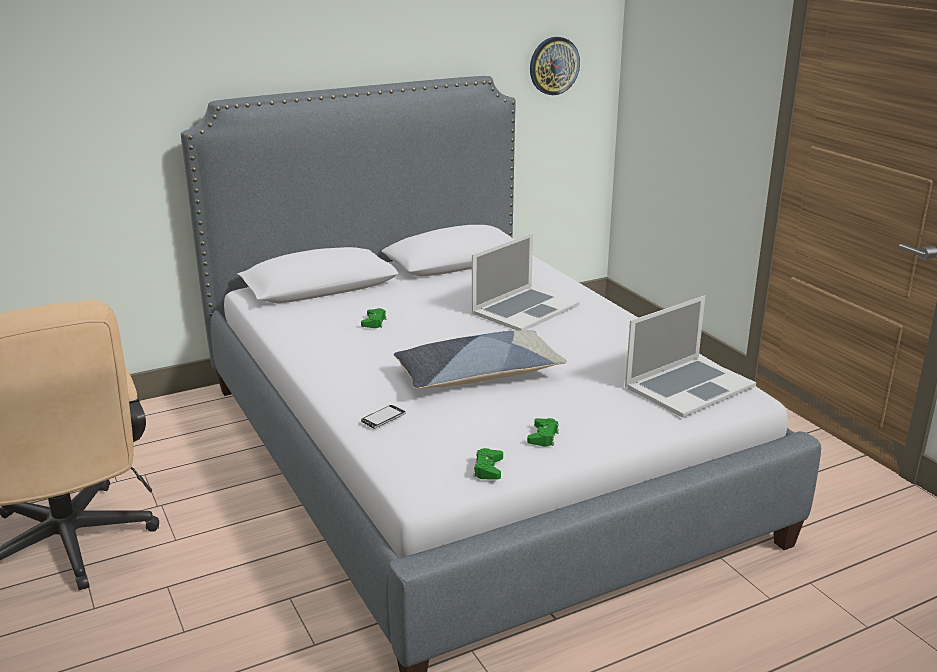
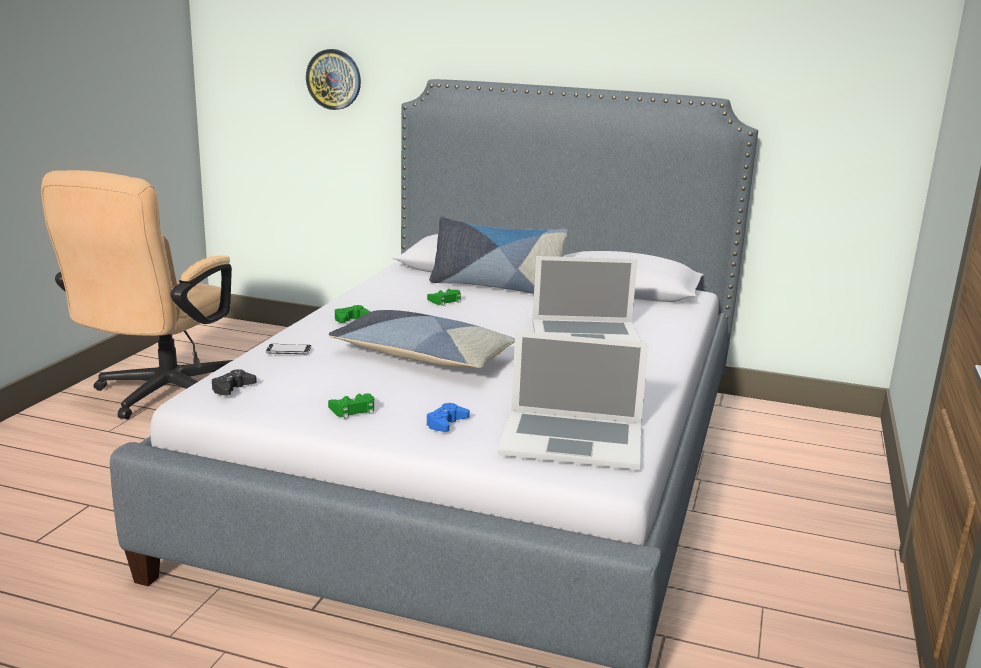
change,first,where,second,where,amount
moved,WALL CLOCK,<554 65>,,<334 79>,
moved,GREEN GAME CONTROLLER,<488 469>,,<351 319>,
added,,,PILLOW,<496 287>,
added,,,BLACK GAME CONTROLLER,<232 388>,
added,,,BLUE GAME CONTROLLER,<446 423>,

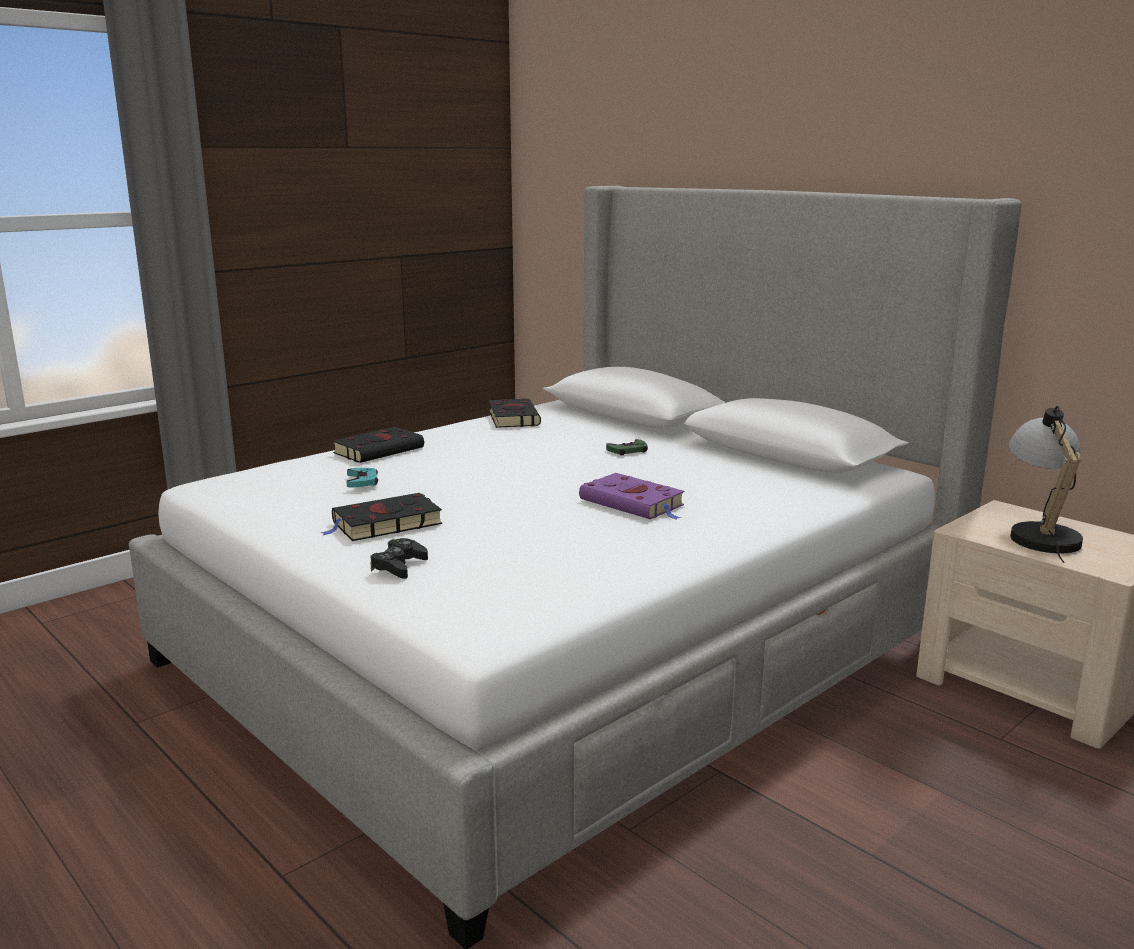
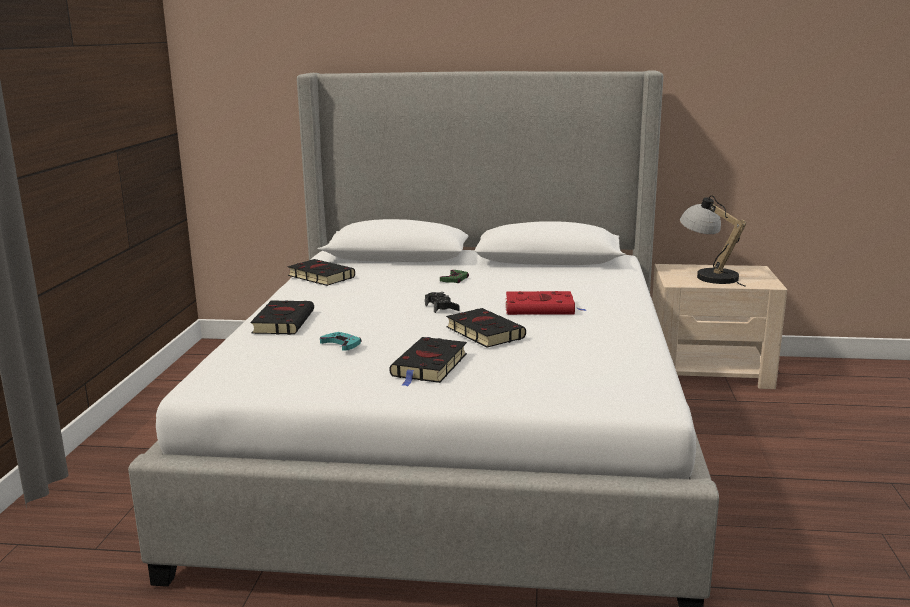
change,first,where,second,where,amount
recoloured,PURPLE BOOK,<634 503>,RED BOOK,<541 308>,
moved,BLACK GAME CONTROLLER,<399 566>,,<441 308>,
added,,,BLACK BOOK,<483 332>,

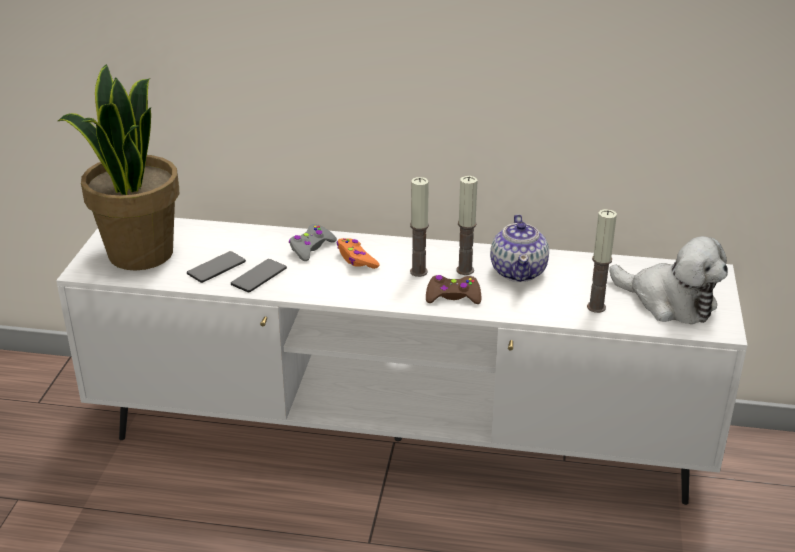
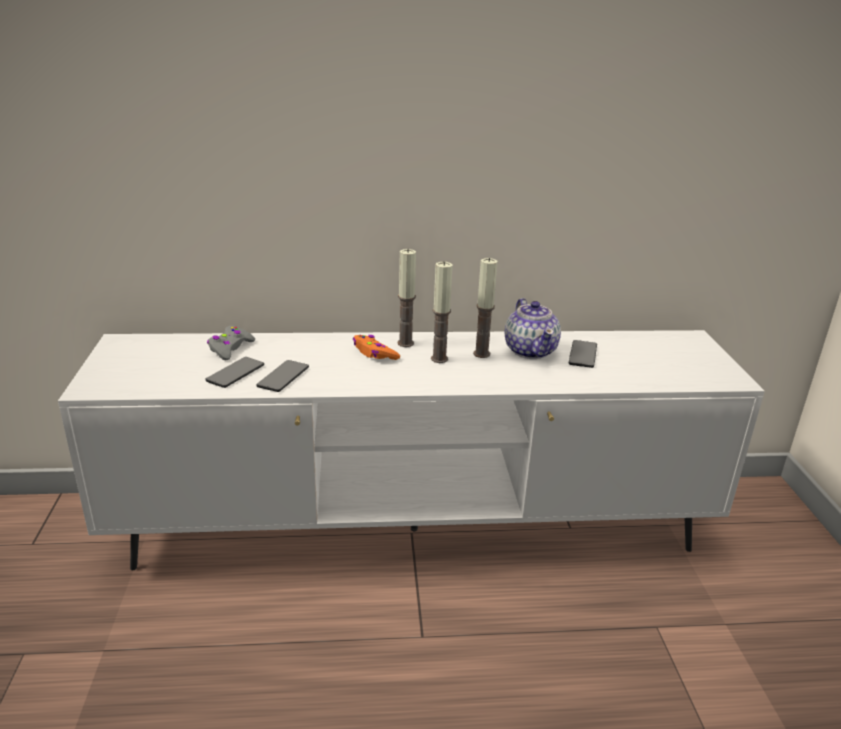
change,first,where,second,where,amount
removed,POTTED PLANT,<139 253>,,,
moved,CANDLE,<596 307>,,<405 343>,
moved,GREY GAME CONTROLLER,<311 248>,,<230 348>,
removed,PLUSH TOY,<669 302>,,,
removed,BROWN GAME CONTROLLER,<453 296>,,,
added,,,PHONE,<582 355>,

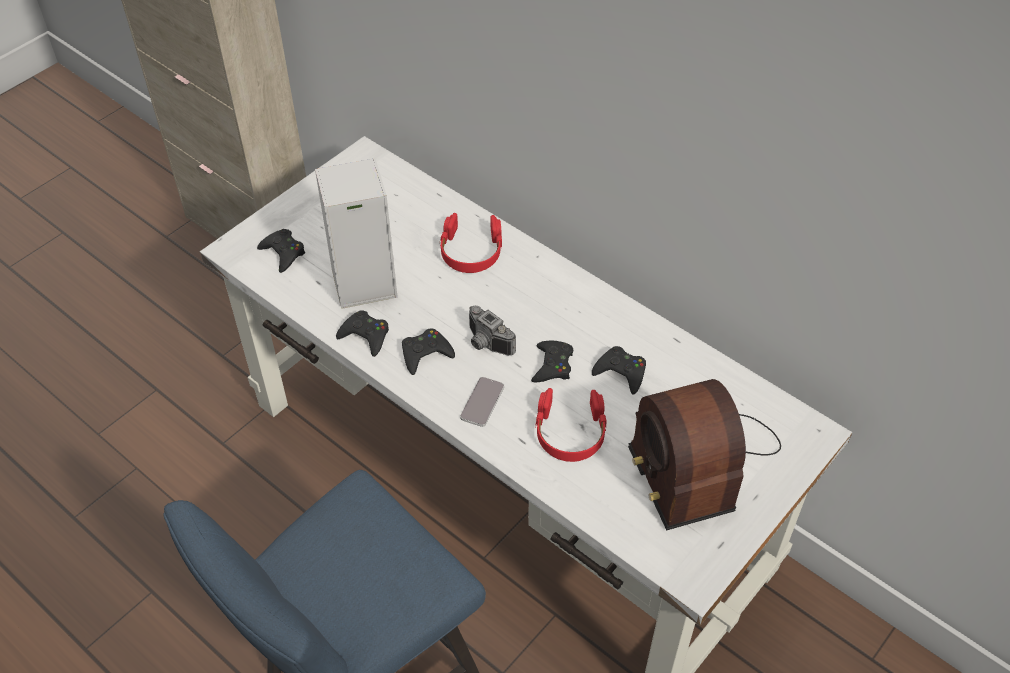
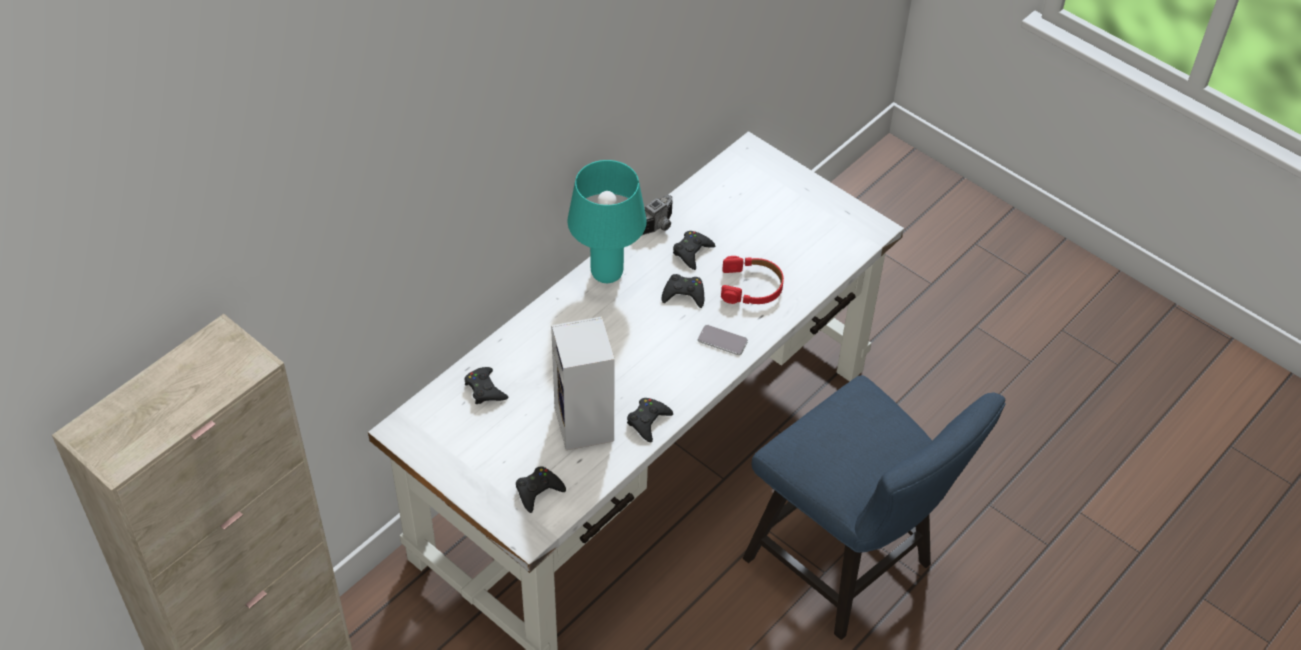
change,first,where,second,where,amount
removed,RED HEADPHONES,<471 251>,,,
moved,PHOTO CAMERA,<486 344>,,<658 226>,
moved,BLACK GAME CONTROLLER,<425 354>,,<485 389>,
removed,RADIO,<697 459>,,,
added,,,TURQUOISE TABLE LAMP,<606 273>,

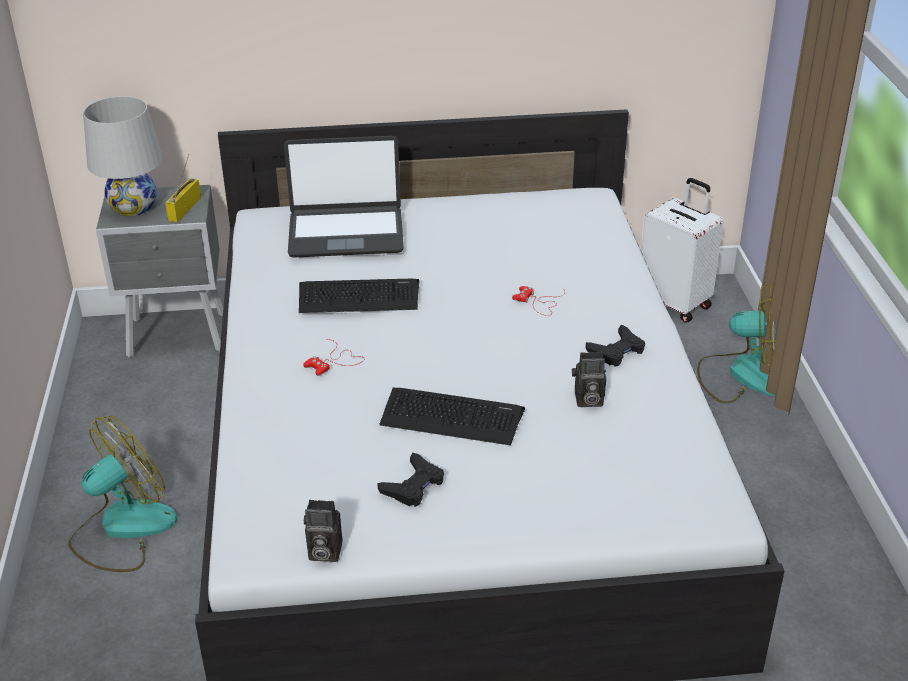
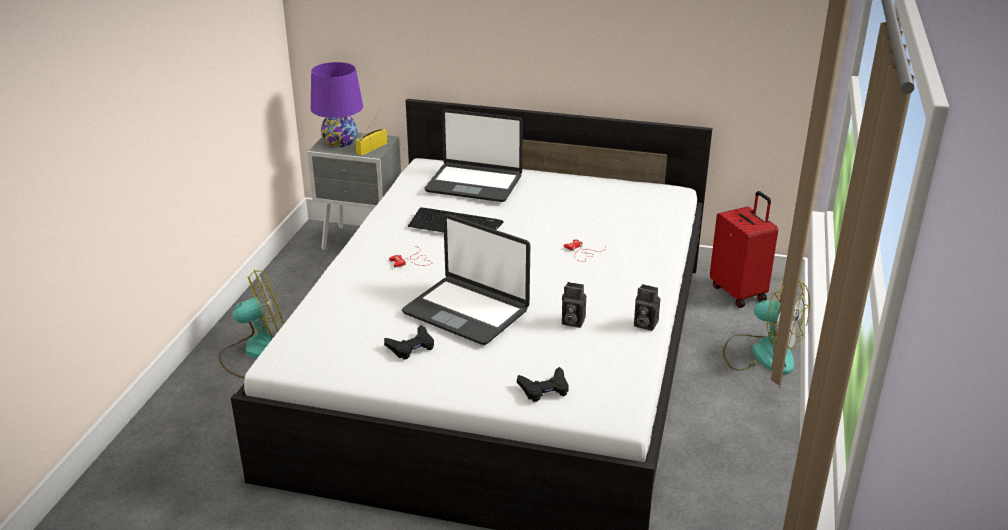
change,first,where,second,where,amount
recoloured,WHITE TABLE LAMP,<133 207>,PURPLE TABLE LAMP,<339 141>,
recoloured,WHITE SUITCASE,<675 303>,RED SUITCASE,<739 292>,
moved,BLACK GAME CONTROLLER,<617 351>,,<544 389>,
replaced,KEYBOARD,<451 417>,LAPTOP,<466 311>,
moved,PHOTO CAMERA,<323 552>,,<644 324>,

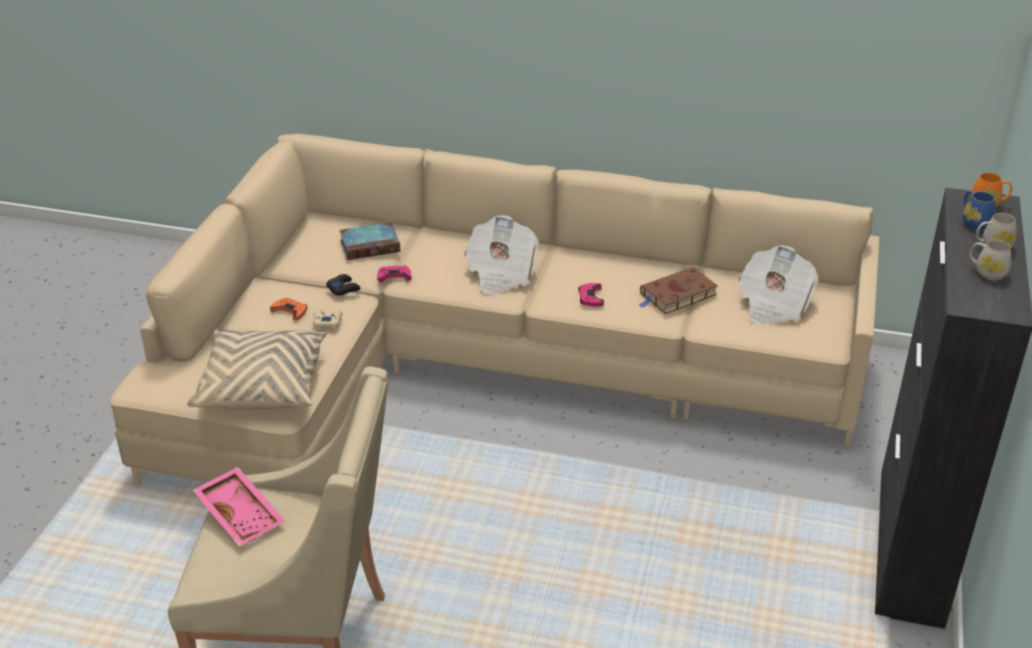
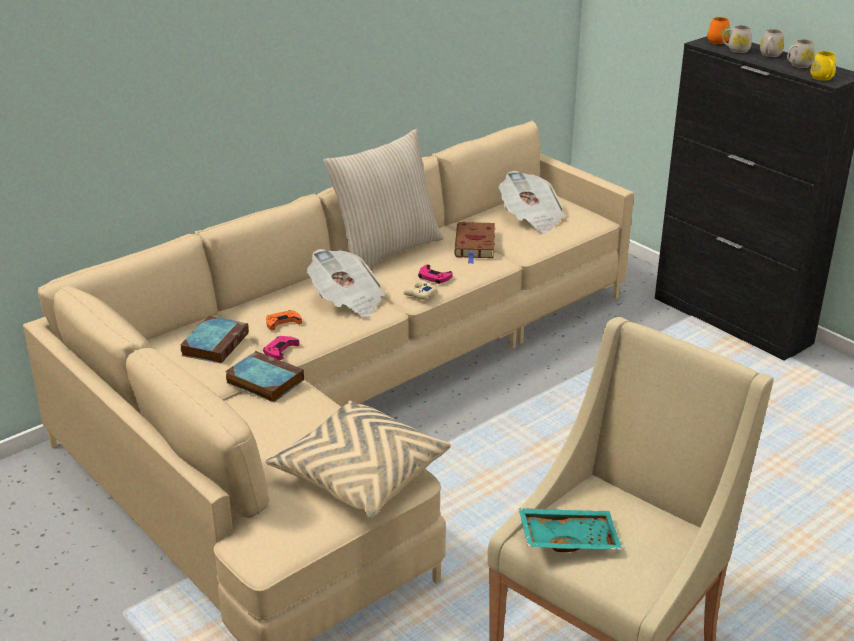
change,first,where,second,where,amount
recoloured,BLUE MUG,<974 221>,WHITE MUG,<735 50>,
replaced,BLACK GAME CONTROLLER,<343 288>,BOOK,<263 381>,
moved,ORANGE GAME CONTROLLER,<290 311>,,<283 322>,
moved,BEIGE GAME CONTROLLER,<327 321>,,<420 294>,
recoloured,PINK TRAY,<242 514>,TURQUOISE TRAY,<568 538>,
added,,,YELLOW MUG,<823 78>,
added,,,BEIGE PILLOW,<386 249>,

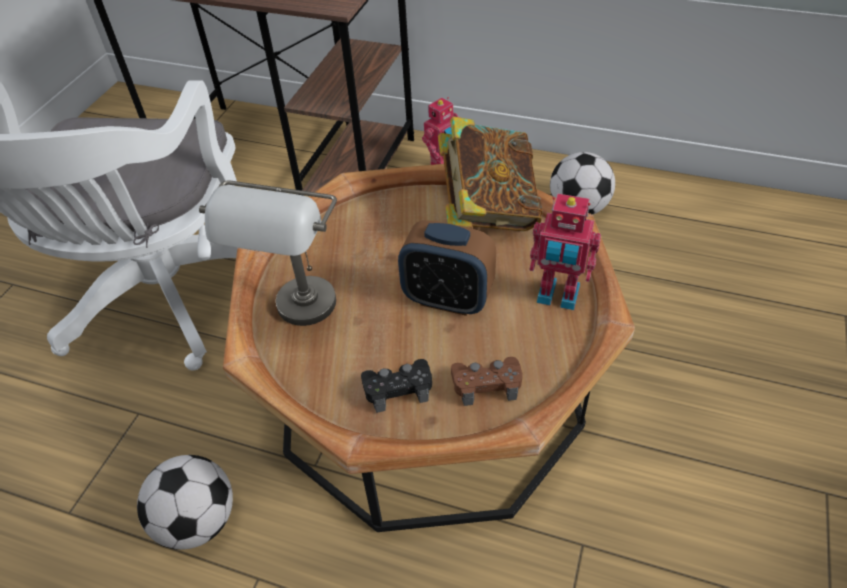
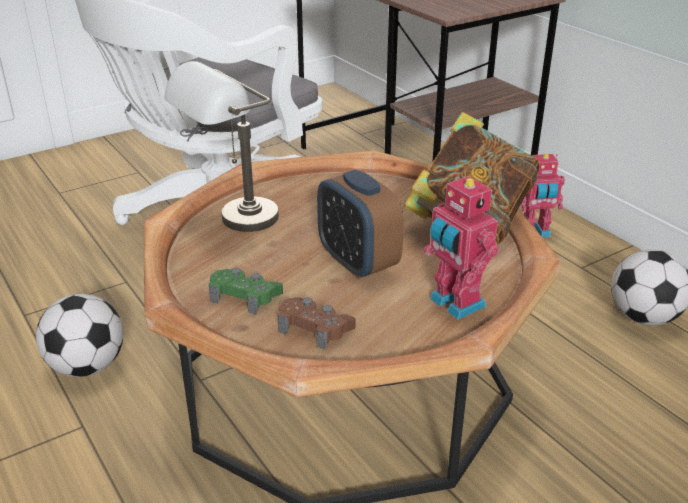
change,first,where,second,where,amount
recoloured,BLACK GAME CONTROLLER,<398 388>,GREEN GAME CONTROLLER,<245 296>,

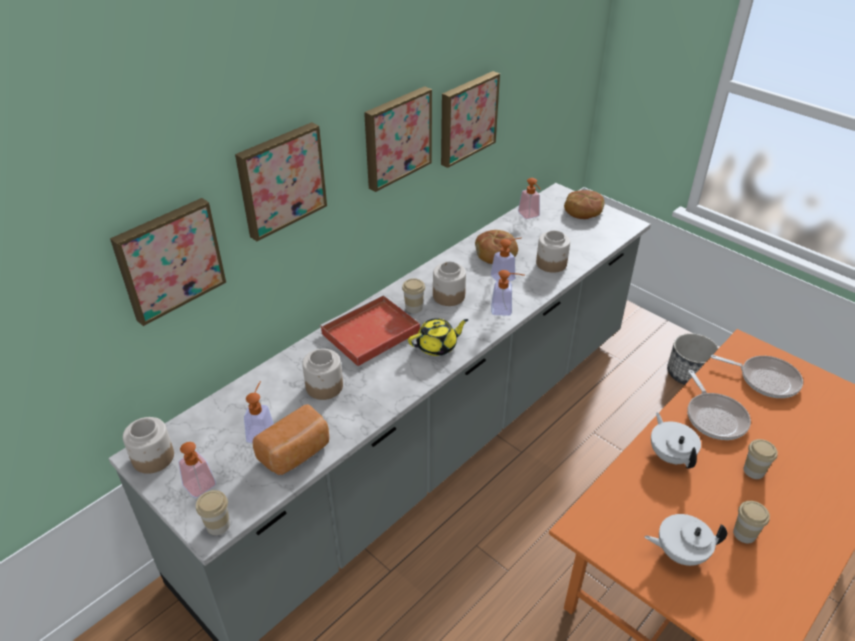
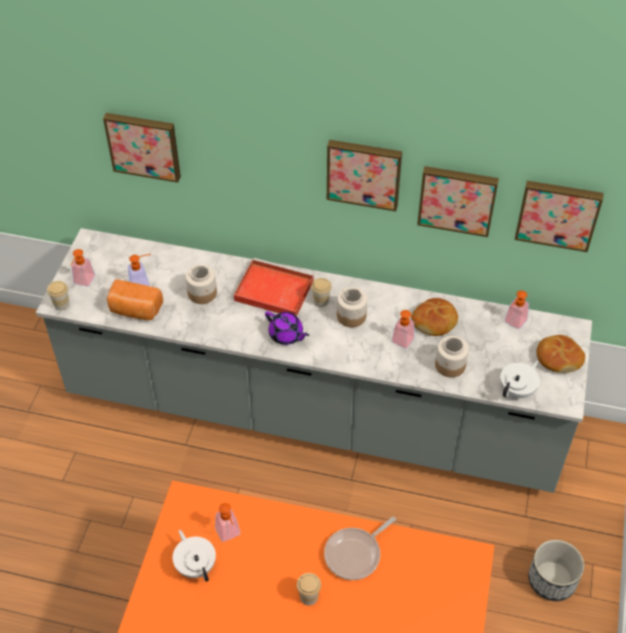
change,first,where,second,where,amount
moved,PICTURE,<280 179>,,<558 213>,
moved,SOAP DISPENSER,<506 310>,,<229 534>,
recoloured,YELLOW TEAPOT,<437 346>,PURPLE TEAPOT,<286 335>,
removed,FRYING PAN,<765 379>,,,
moved,WHITE TEAPOT,<670 455>,,<517 390>,
removed,JAR,<152 458>,,,
removed,CUP,<744 534>,,,

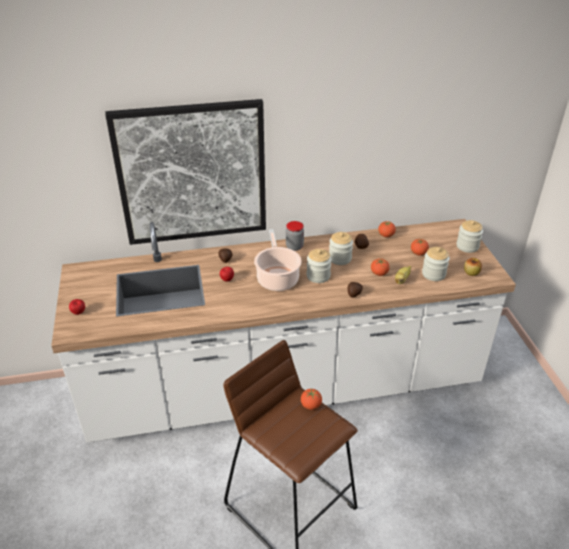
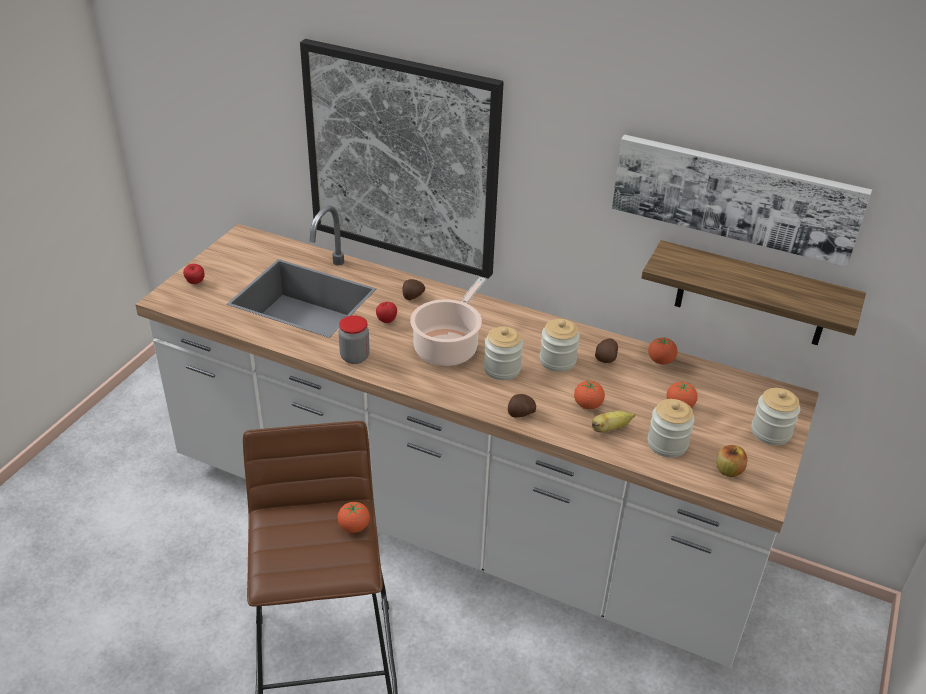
change,first,where,second,where,amount
moved,JAR,<294 247>,,<355 357>,
added,,,PICTURE,<735 196>,
added,,,SHELF,<752 295>,

